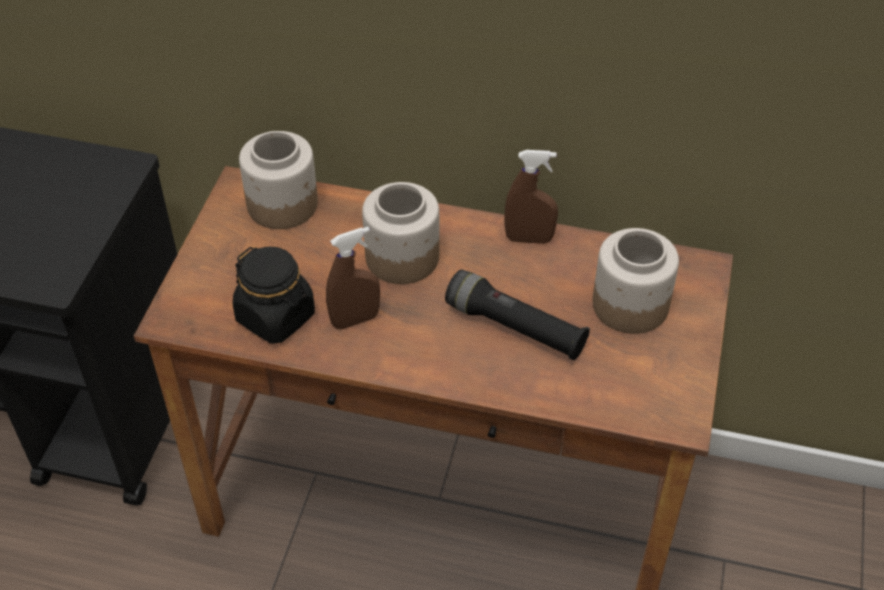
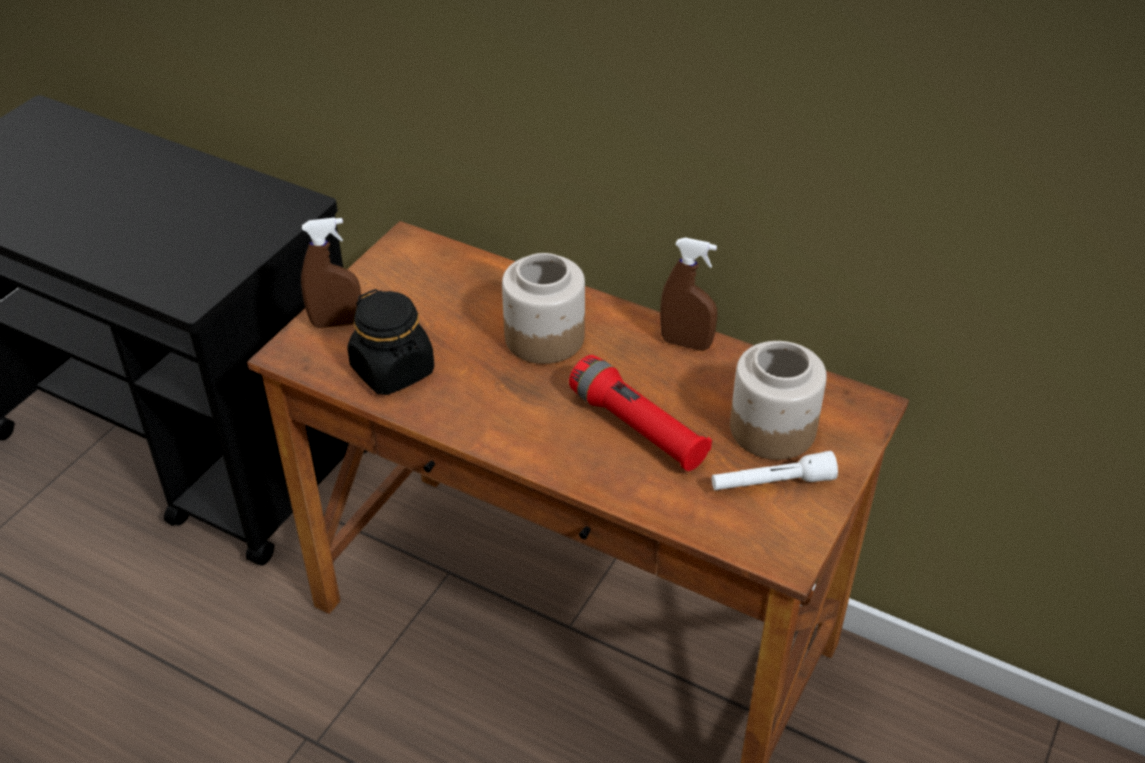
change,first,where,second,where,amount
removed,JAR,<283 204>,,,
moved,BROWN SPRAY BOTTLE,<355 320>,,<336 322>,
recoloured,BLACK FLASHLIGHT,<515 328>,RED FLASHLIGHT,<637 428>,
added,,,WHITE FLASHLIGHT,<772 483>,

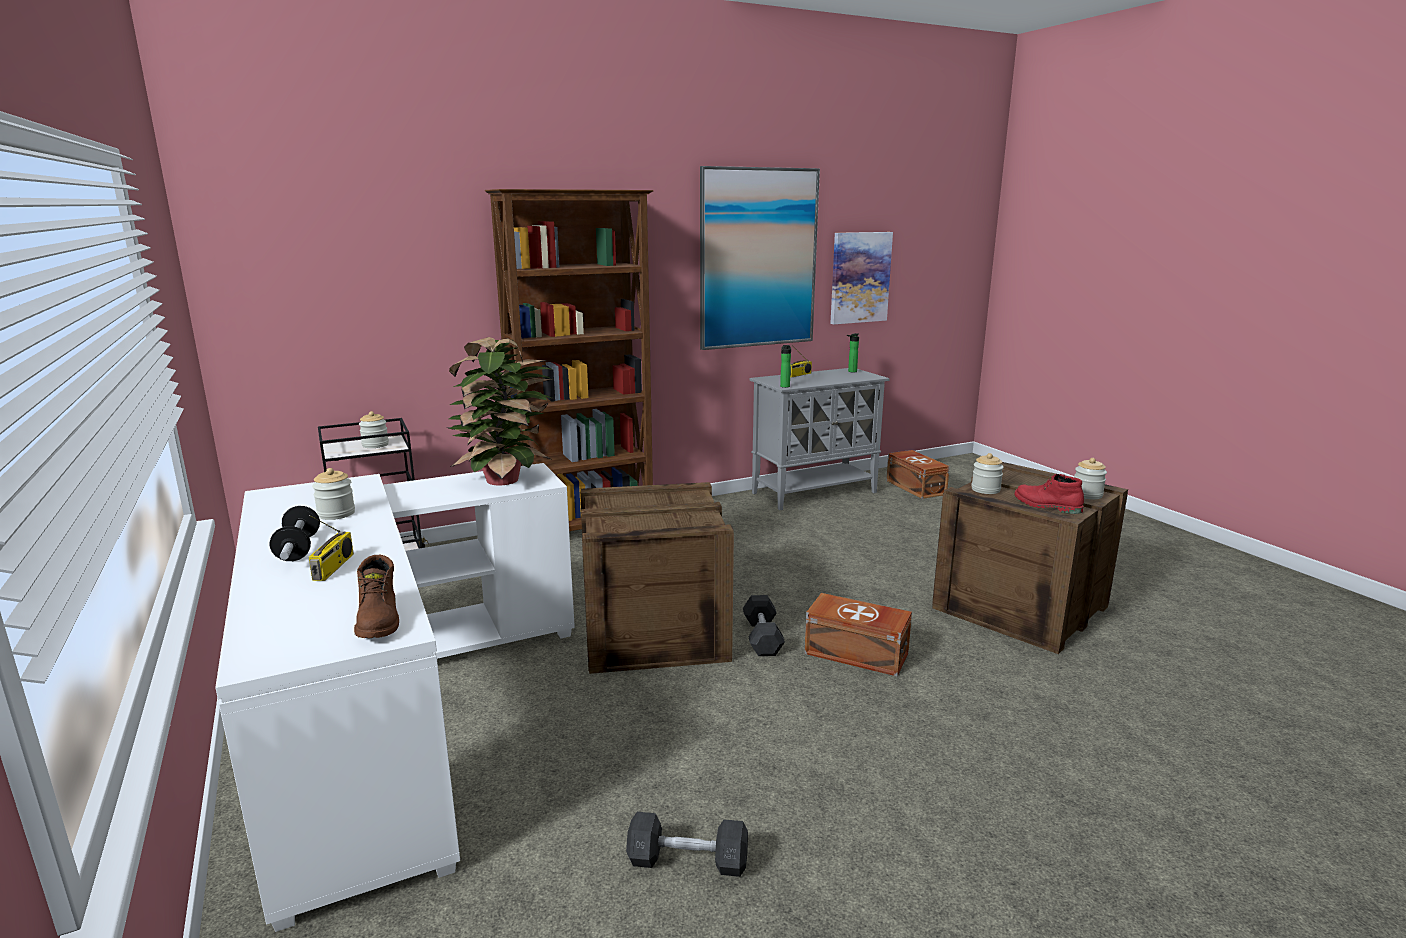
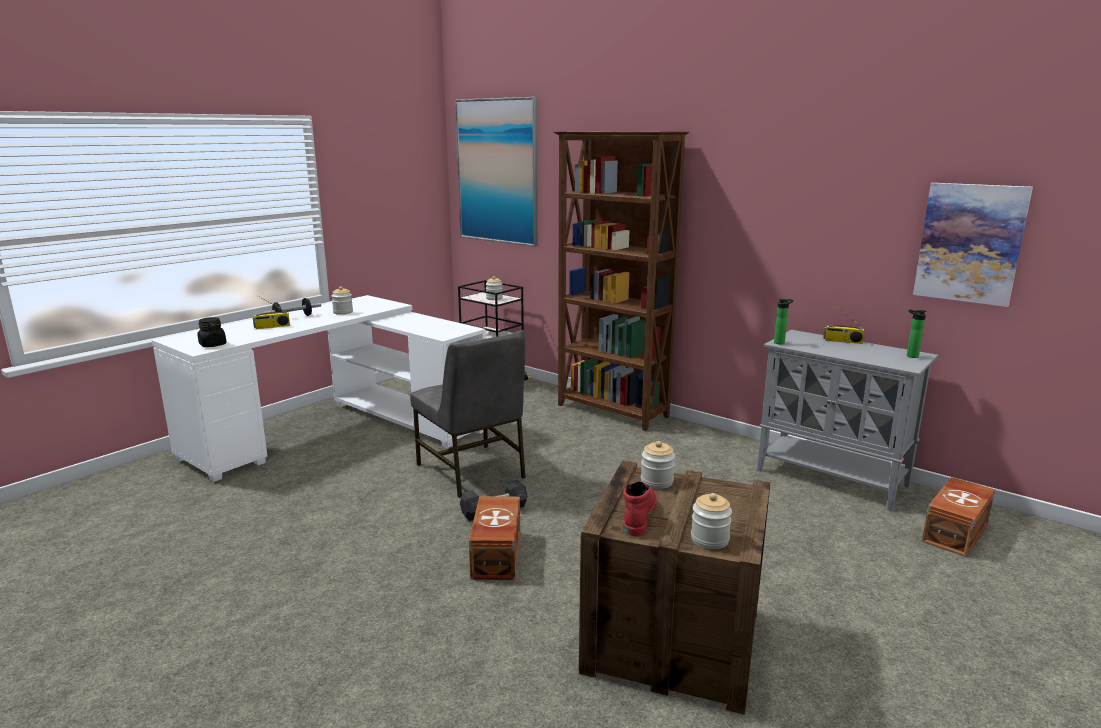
change,first,where,second,where,amount
moved,PICTURE,<758 258>,,<497 171>,
removed,POTTED PLANT,<506 480>,,,
replaced,CRATE,<655 632>,GREY CHAIR,<472 471>,
replaced,BROWN BOOT,<380 620>,BLACK JAR,<212 345>,
removed,GREY DUMBBELL,<687 861>,,,

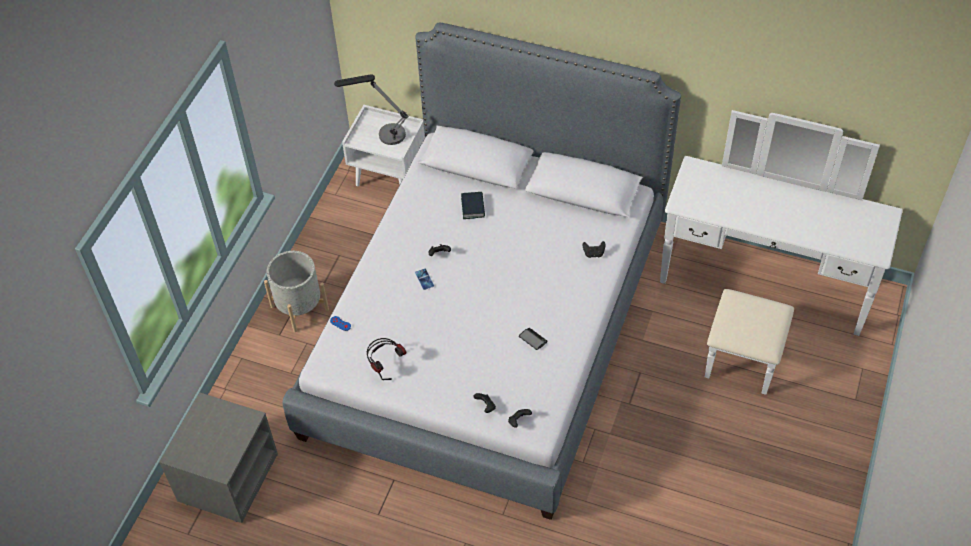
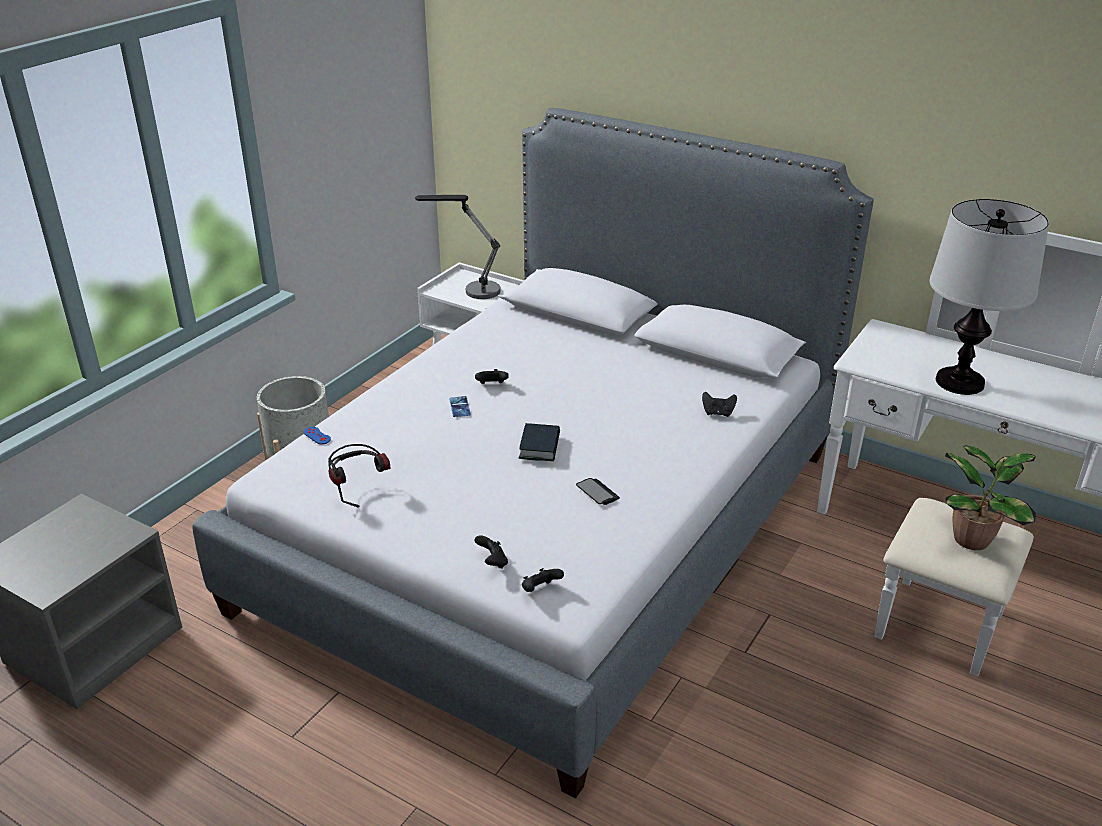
change,first,where,second,where,amount
moved,BOOK,<473 207>,,<540 447>,
added,,,TABLE LAMP,<959 382>,
added,,,POTTED PLANT,<974 539>,

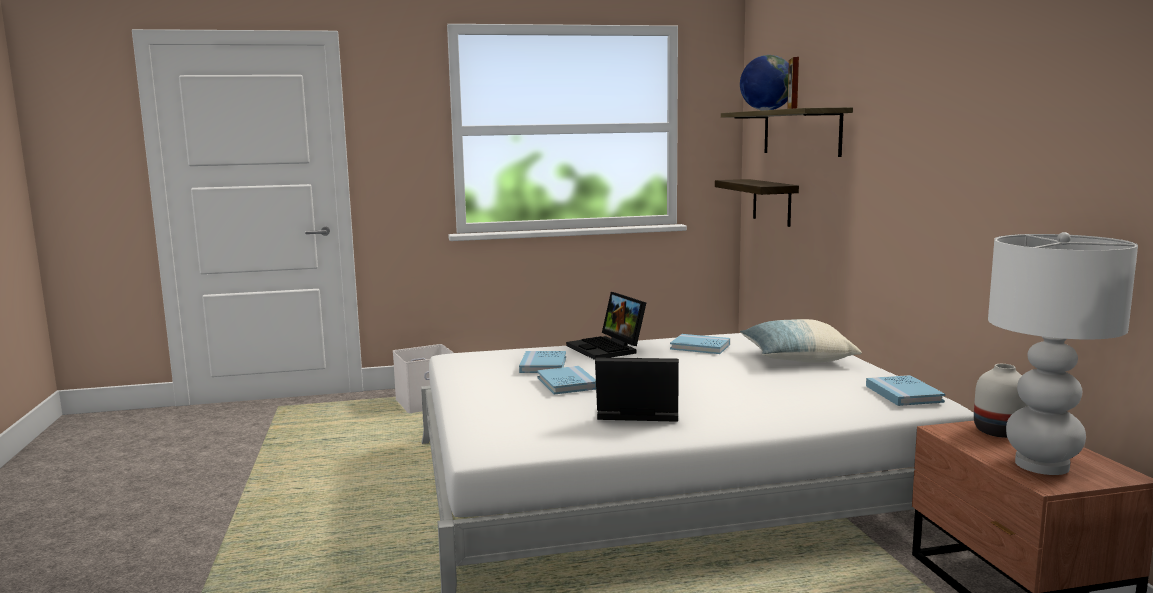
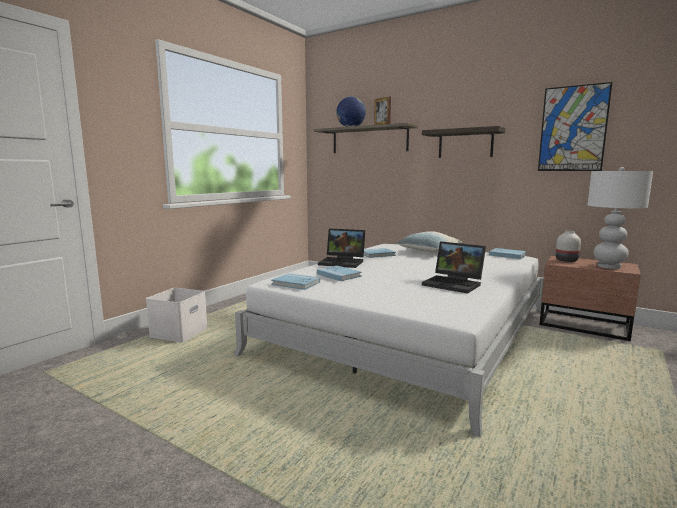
change,first,where,second,where,amount
moved,SHELF,<772 202>,,<465 143>,
turned,LAPTOP,<635 413>,,<454 284>,105 degrees counterclockwise
moved,BLUE BOOK,<566 383>,,<296 283>,
added,,,PICTURE,<573 129>,

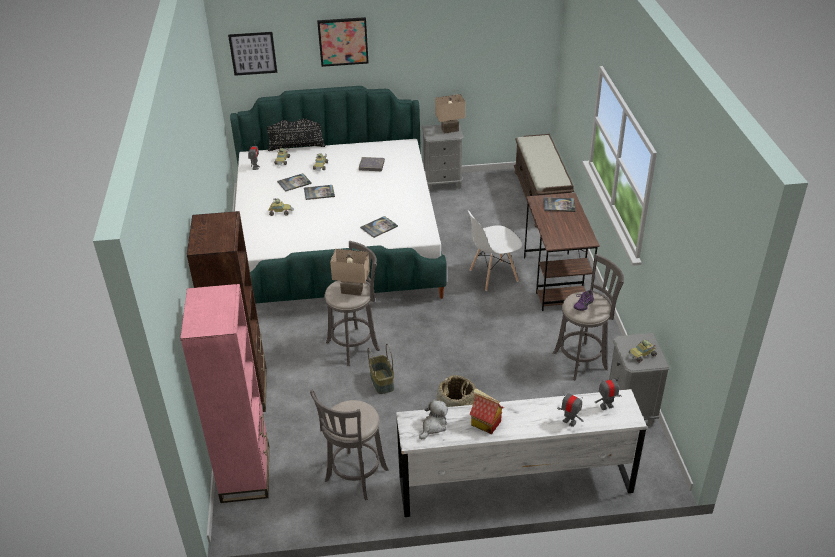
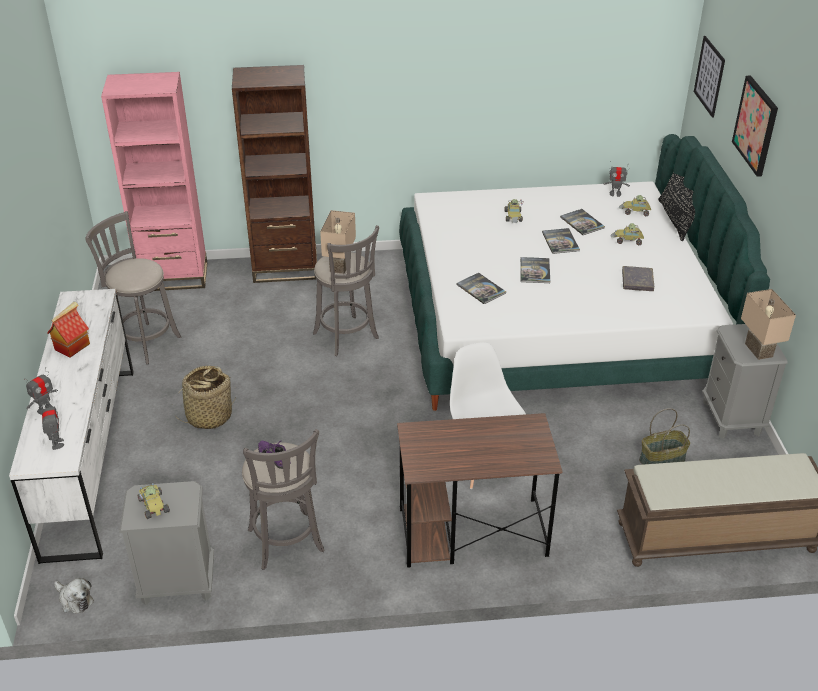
change,first,where,second,where,amount
moved,BOOK,<559 205>,,<535 271>,
moved,BASKET,<382 382>,,<662 461>,
moved,PLUSH TOY,<433 426>,,<74 600>,

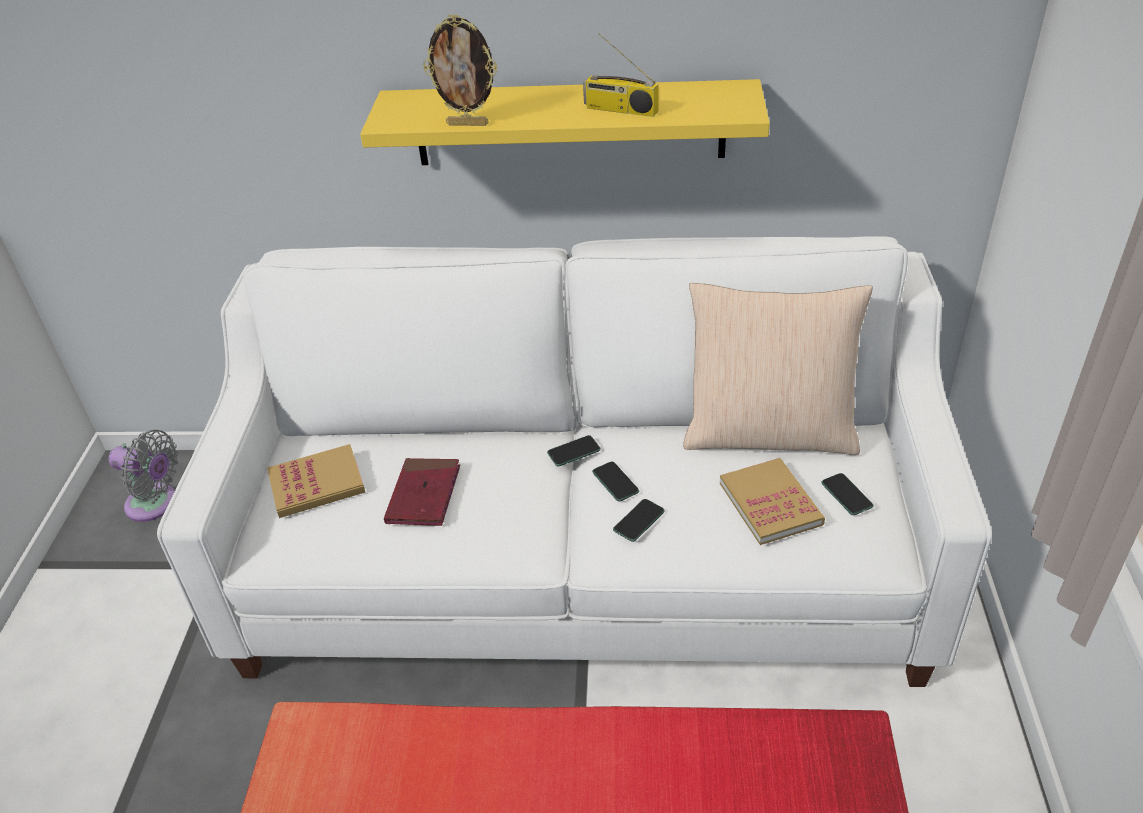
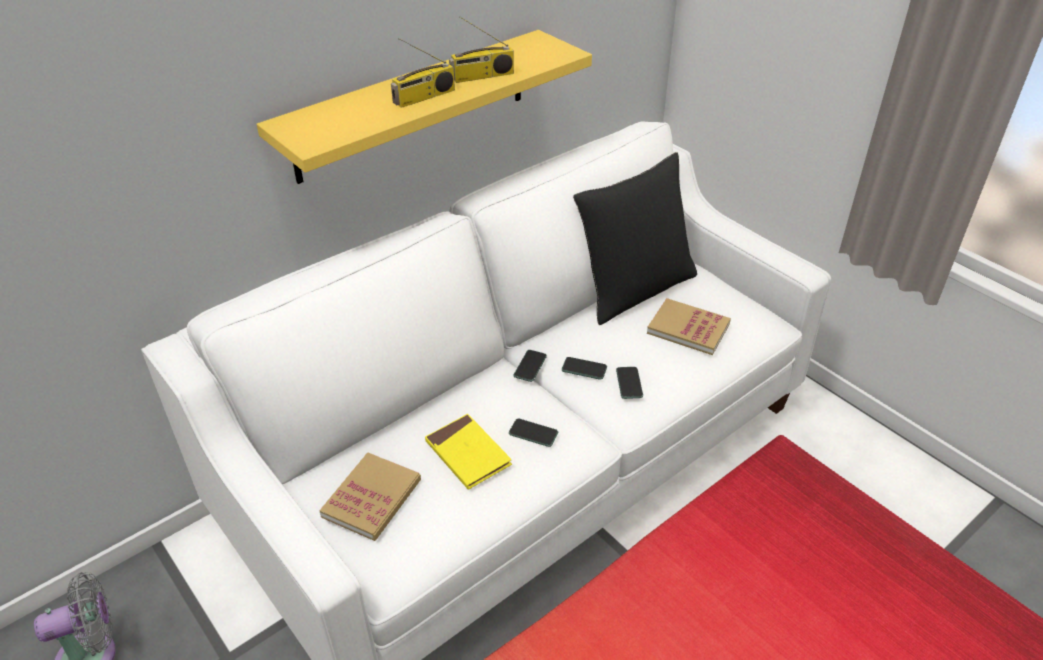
change,first,where,second,where,amount
removed,PICTURE FRAME,<468 124>,,,
recoloured,BEIGE PILLOW,<769 432>,BLACK PILLOW,<634 289>,
recoloured,RED BOOK,<424 495>,YELLOW BOOK,<468 454>,
moved,PHONE,<846 495>,,<533 433>,
added,,,RADIO,<424 97>,

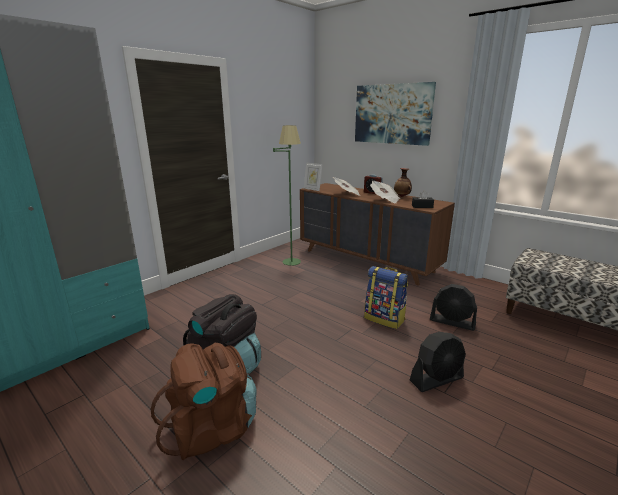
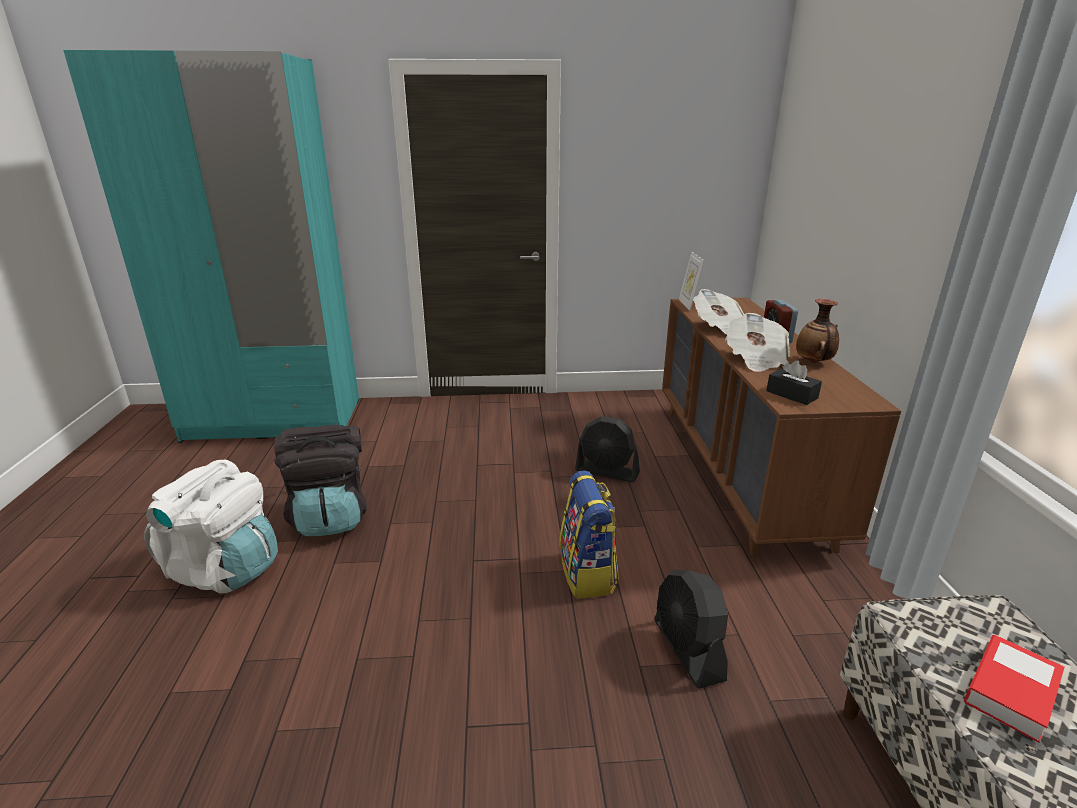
change,first,where,second,where,amount
removed,PICTURE,<392 114>,,,
removed,GREEN FLOOR LAMP,<291 258>,,,
moved,BLACK FAN,<437 379>,,<607 471>,
recoloured,BROWN BACKPACK,<212 429>,WHITE BACKPACK,<225 569>,
added,,,BOOK,<1010 691>,

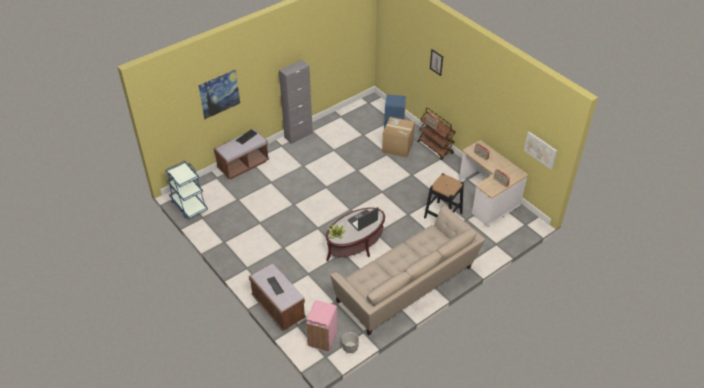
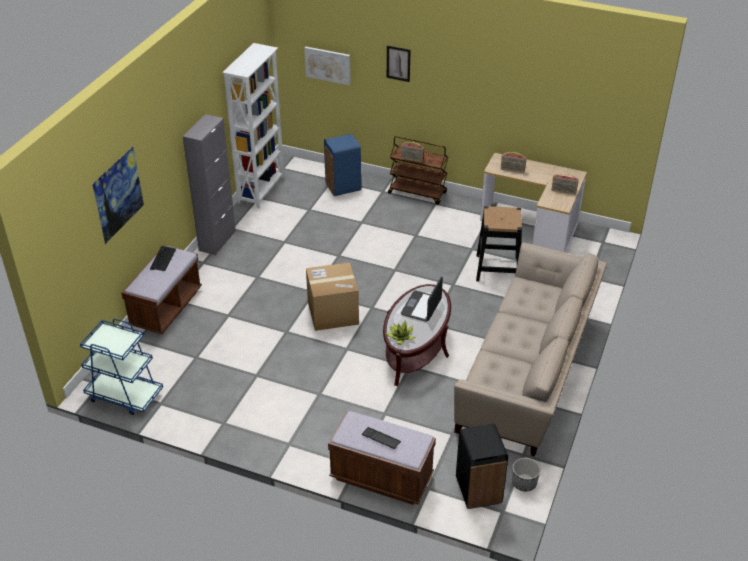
change,first,where,second,where,amount
moved,CARDBOARD BOX,<397 146>,,<333 313>,
moved,PICTURE,<540 150>,,<328 65>,
recoloured,PINK TRASH CAN,<322 339>,BLACK TRASH CAN,<478 490>,
added,,,WHITE BOOKCASE,<262 190>,

